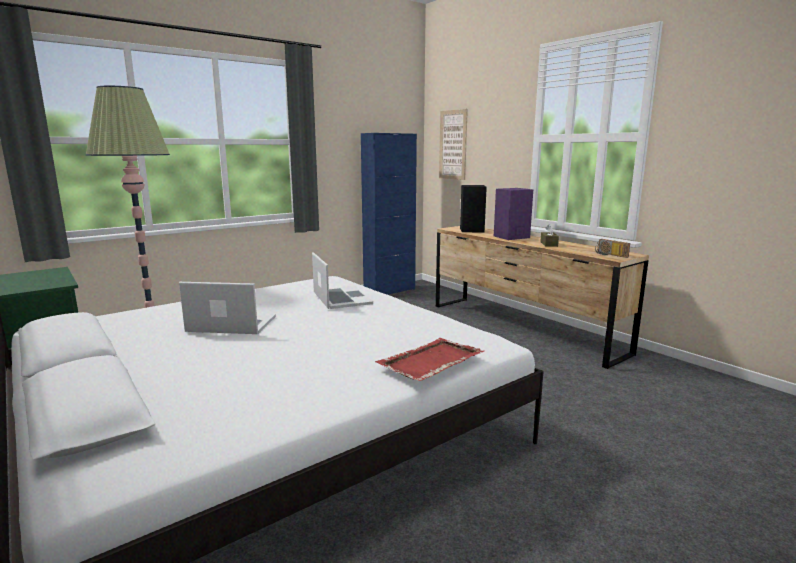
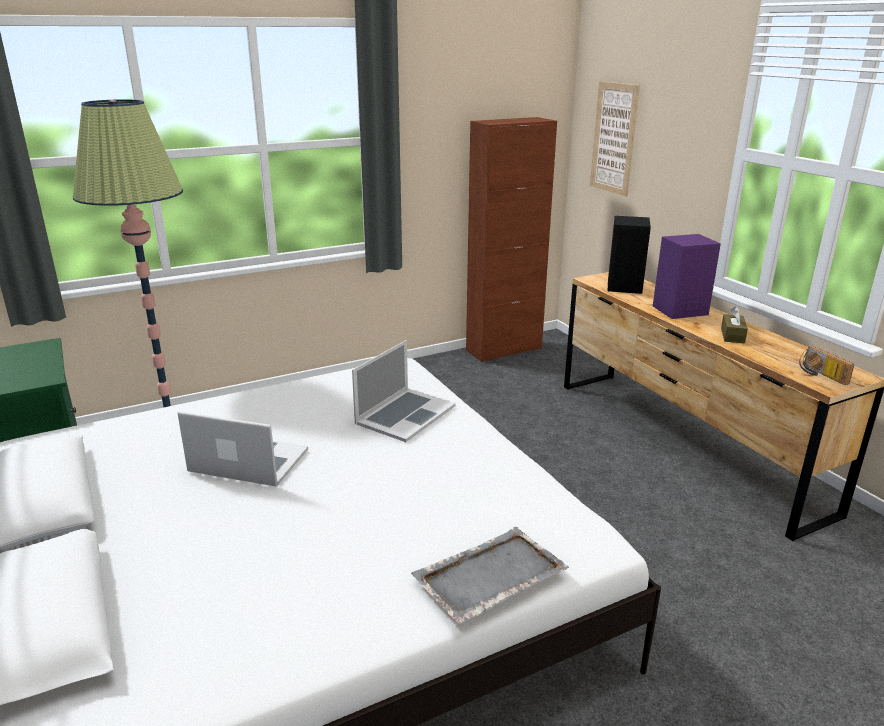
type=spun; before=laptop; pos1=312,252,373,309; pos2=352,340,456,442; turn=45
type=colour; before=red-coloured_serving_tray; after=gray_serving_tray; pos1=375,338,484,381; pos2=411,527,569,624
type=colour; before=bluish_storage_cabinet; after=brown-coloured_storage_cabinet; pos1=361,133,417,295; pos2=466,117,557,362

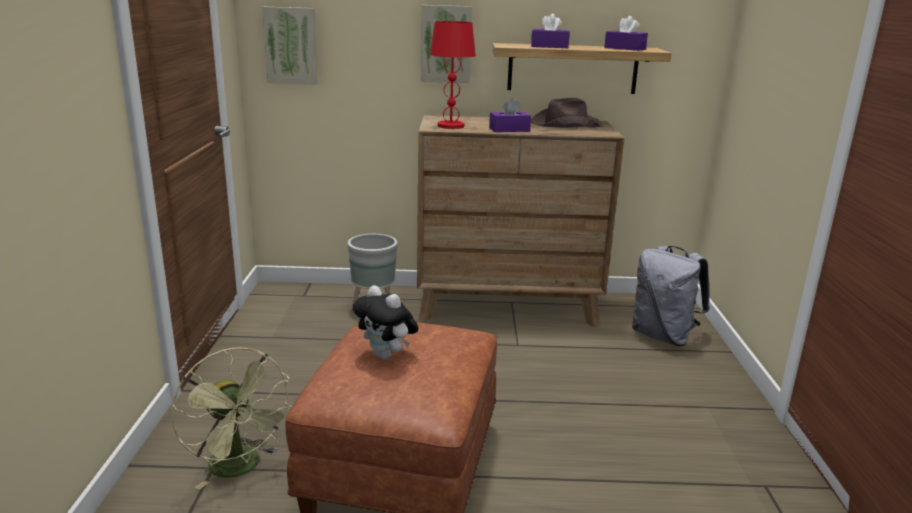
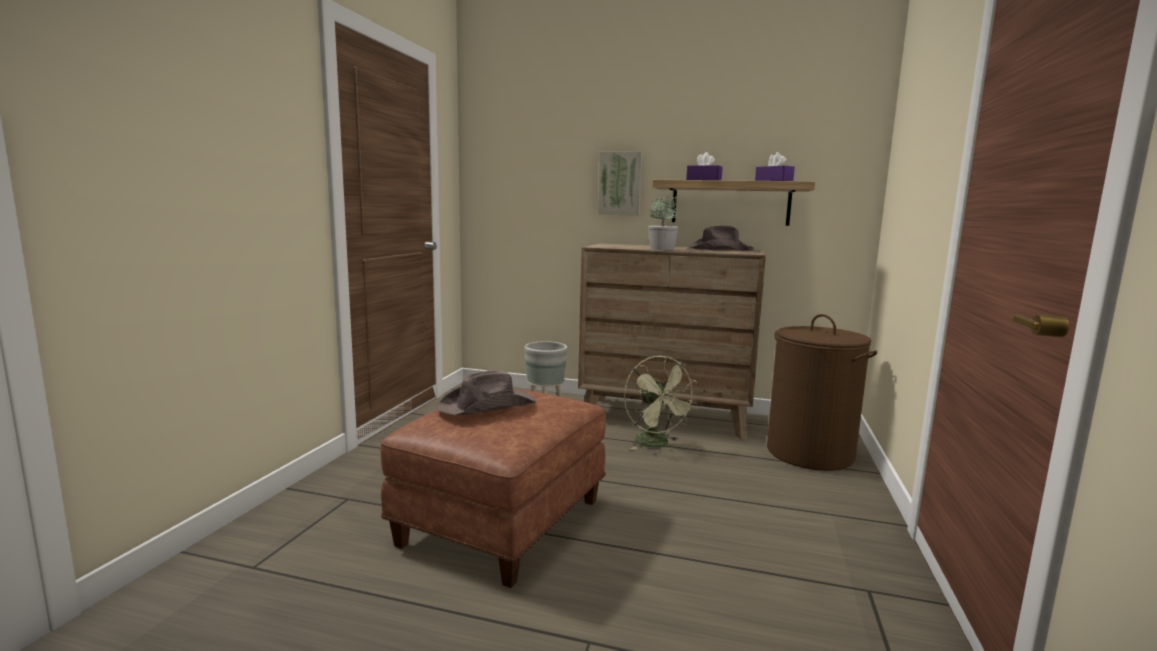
type=exchanged; before=plush_toy; after=brown-coloured_clothing_hat; pos1=353,285,418,360; pos2=436,370,536,415
type=relocated; before=greenish_electric_fan; pos1=171,347,292,490; pos2=624,355,698,450
type=exchanged; before=purple-coloured_tissue_box; after=houseplant; pos1=489,98,531,132; pos2=649,196,678,250
type=exchanged; before=gray_knapsack; after=brown-coloured_hamper; pos1=632,246,709,346; pos2=767,314,877,471
type=missing; before=picture; pos1=262,7,318,85
type=missing; before=red-coloured_tabletop_lamp; pos1=430,21,476,129

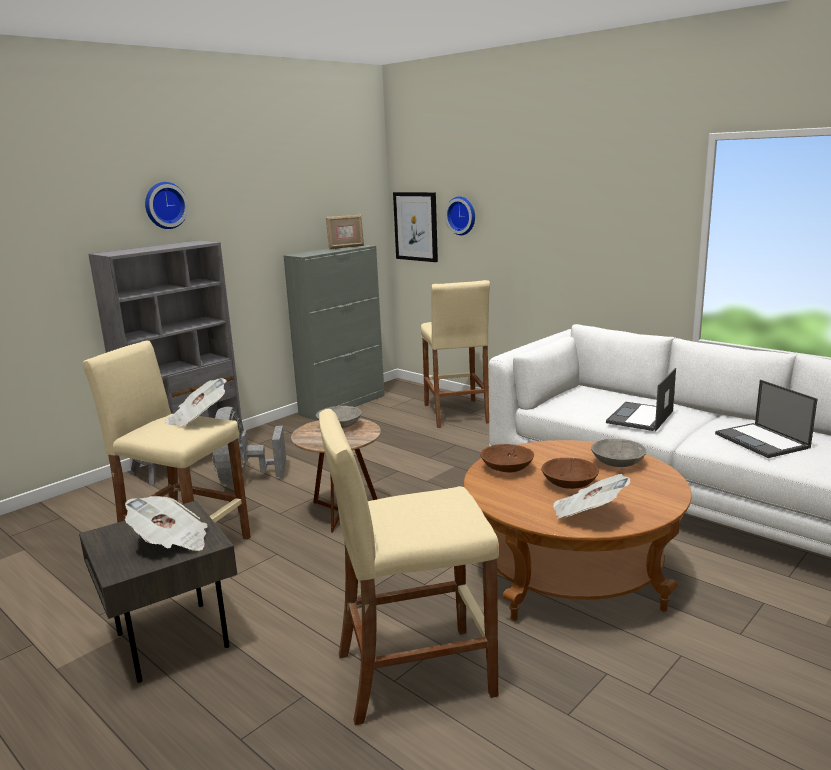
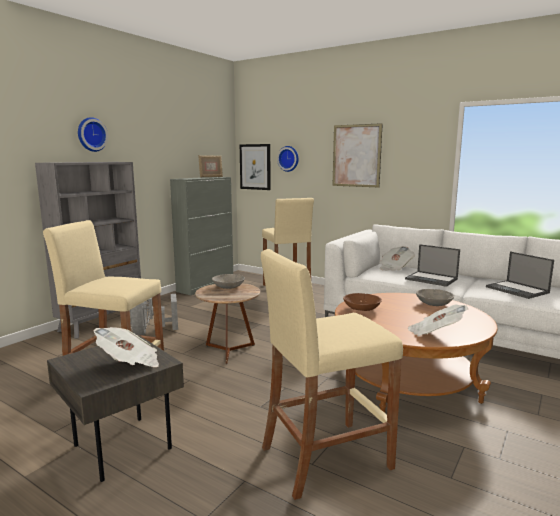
type=appeared; after=picture; pos2=333,123,383,188
type=relocated; before=newspaper; pos1=165,378,227,427; pos2=380,246,415,271
type=spun; before=laptop; pos1=606,368,676,431; pos2=405,244,460,287; turn=-75
type=missing; before=brown-coloured_deep_dish; pos1=541,458,599,489

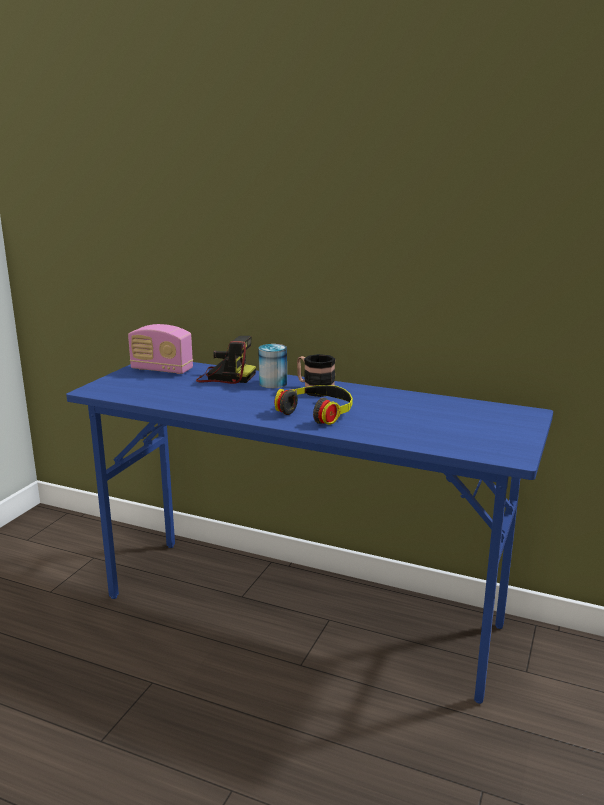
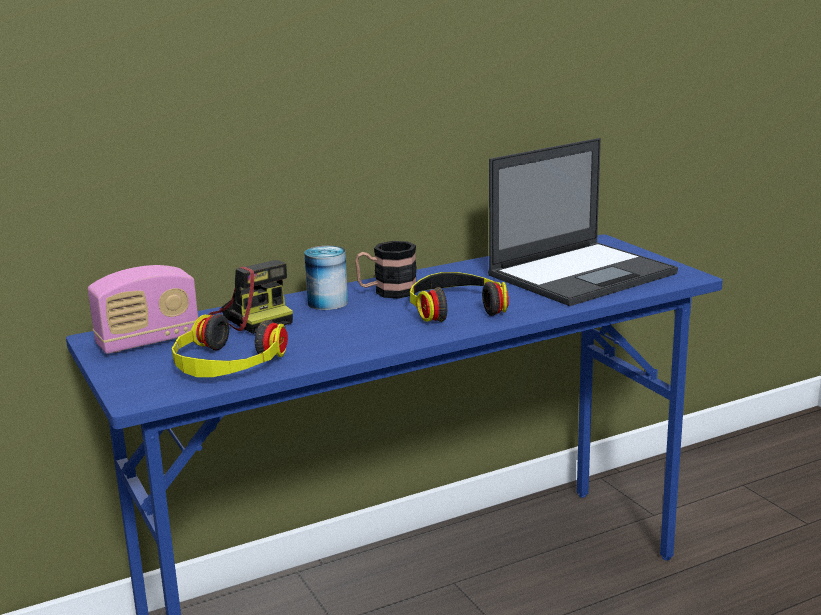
type=appeared; after=headset; pos2=172,314,288,377
type=spun; before=still_camera; pos1=196,336,256,384; pos2=209,260,293,334; turn=90
type=appeared; after=laptop; pos2=488,138,678,306

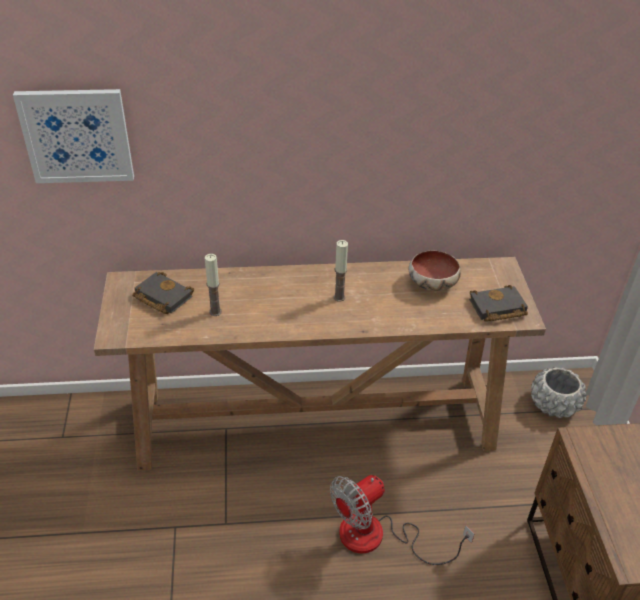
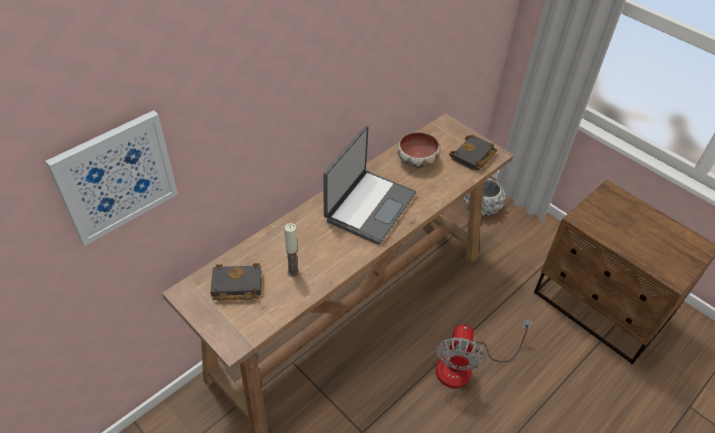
type=exchanged; before=wax_candle; after=laptop; pos1=333,240,348,302; pos2=323,126,416,245

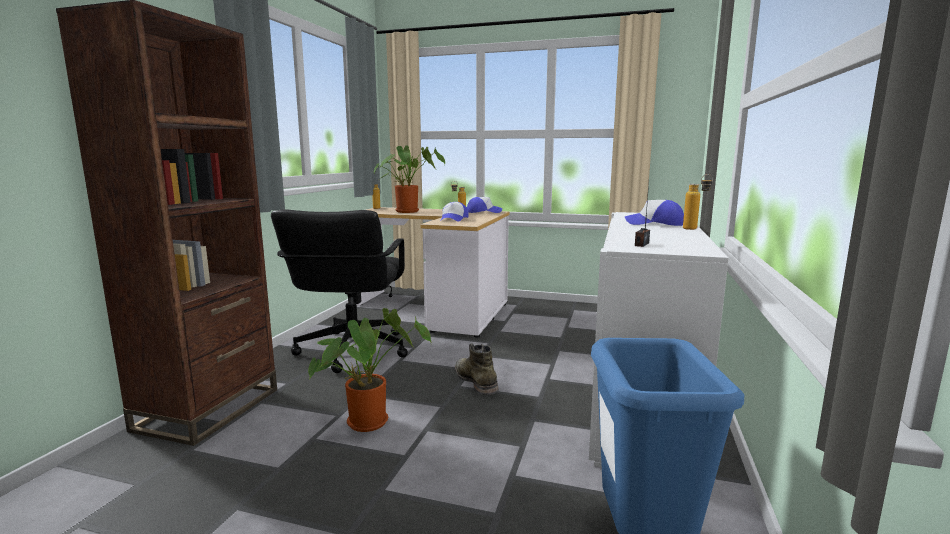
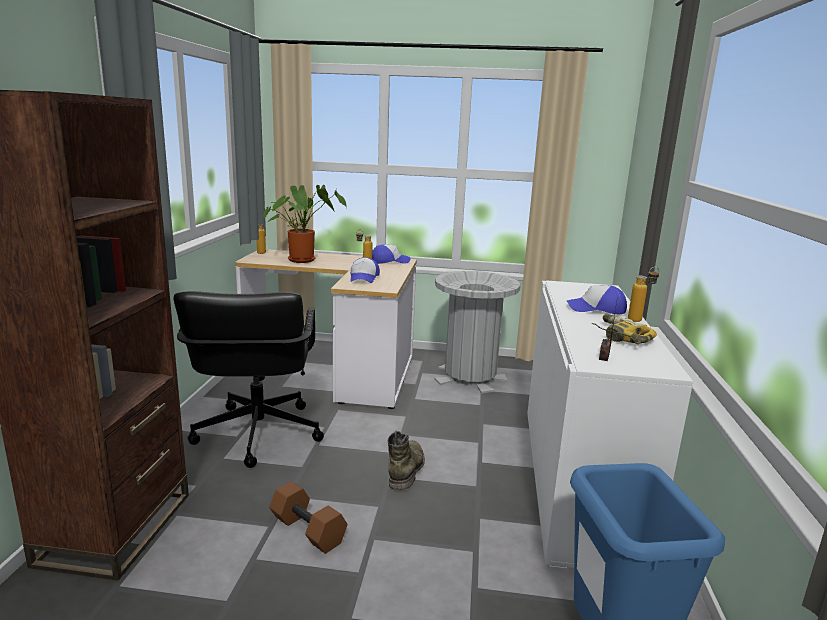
type=exchanged; before=houseplant; after=brown-coloured_hand_weight; pos1=308,308,431,432; pos2=269,481,347,554
type=spun; before=greenish_high-top_boot; pos1=455,343,499,395; pos2=387,431,425,490; turn=45
type=appeared; after=gray_rubbish_bin; pos2=434,271,521,394
type=appeared; after=drill; pos2=592,314,657,344

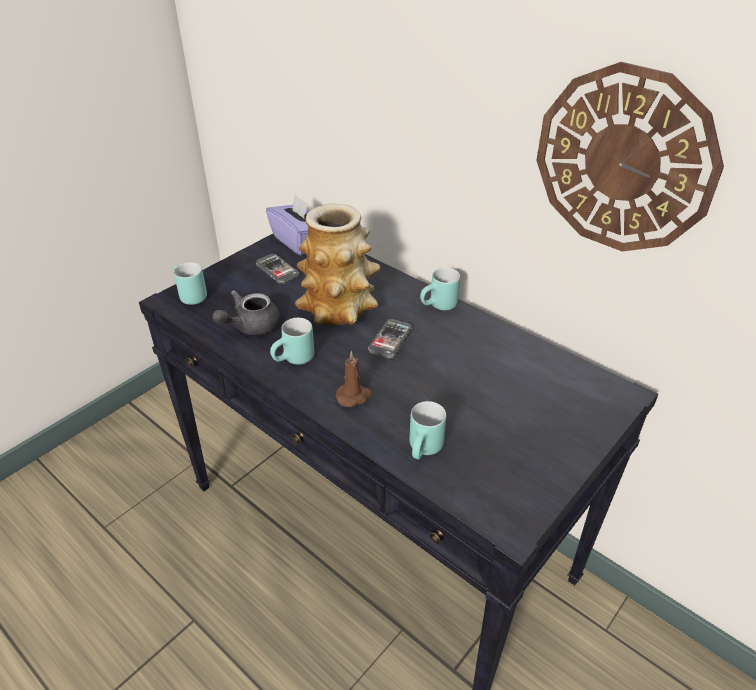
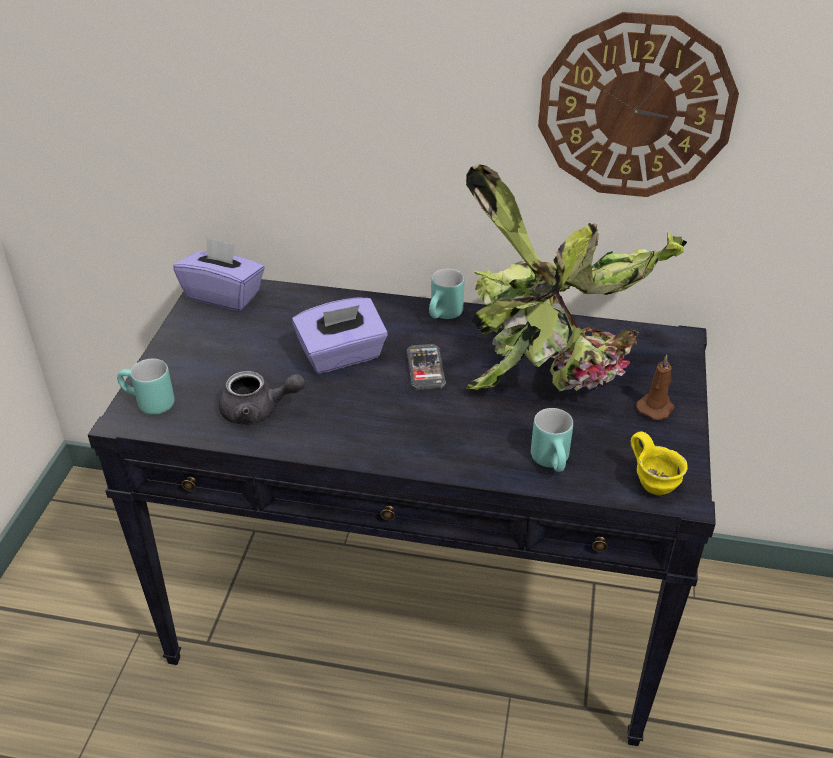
type=spun; before=gray_pot_for_tea; pos1=212,290,280,335; pos2=219,371,305,425; turn=-105
type=exchanged; before=vase; after=purple-coloured_tissue_box; pos1=295,204,380,325; pos2=292,297,388,374
type=appeared; after=houseplant; pos2=466,164,687,392
type=appeared; after=yellow-coloured_mug; pos2=631,431,688,495
type=relocated; before=brown-coloured_wax_candle; pos1=335,351,372,407; pos2=636,355,675,420
type=missing; before=handset; pos1=256,254,299,284
type=missing; before=turquoise-coloured_mug; pos1=270,318,314,365

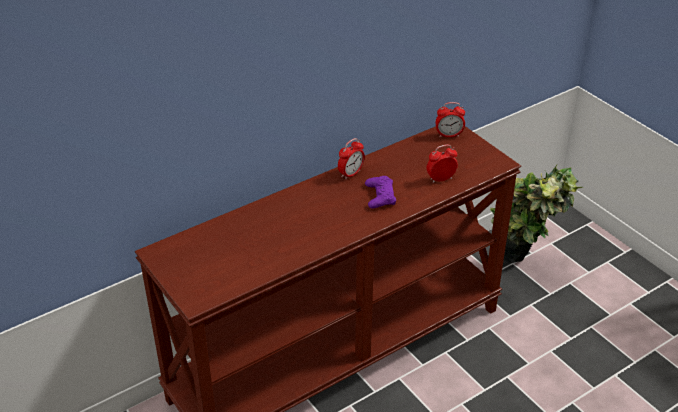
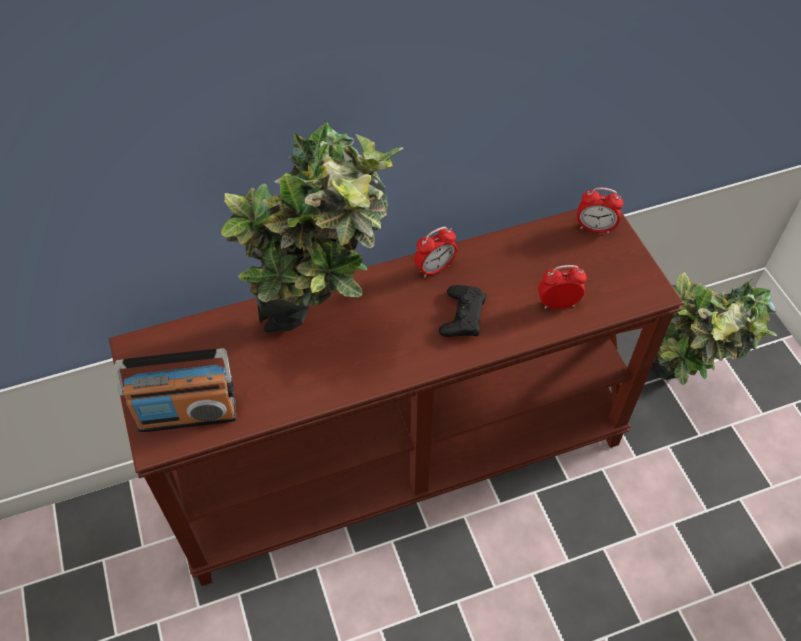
type=appeared; after=radio_receiver; pos2=114,348,236,432
type=appeared; after=houseplant; pos2=221,122,404,333
type=colour; before=purple-coloured_game_controller; after=black-coloured_game_controller; pos1=365,176,396,208; pos2=439,285,486,337

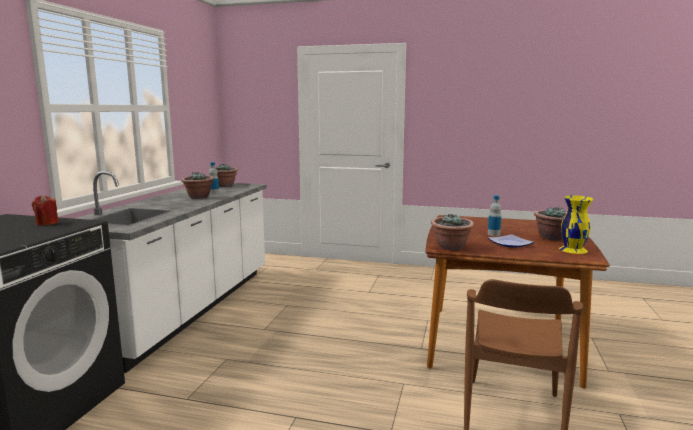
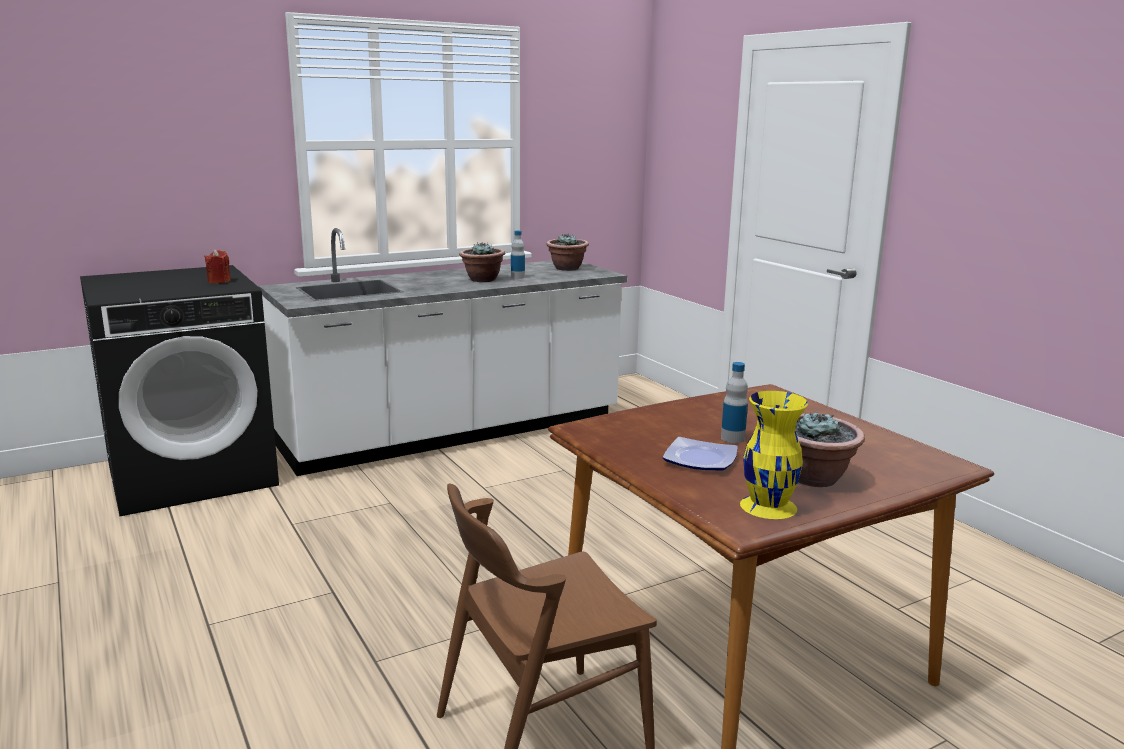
type=missing; before=houseplant; pos1=431,213,474,250

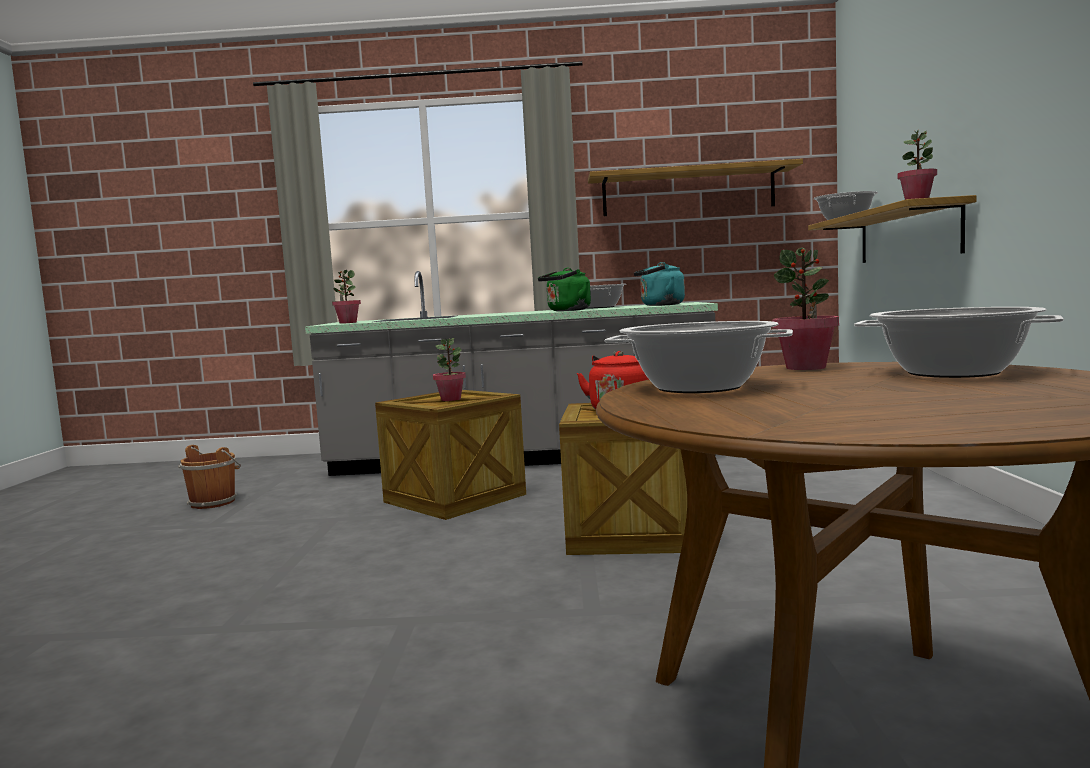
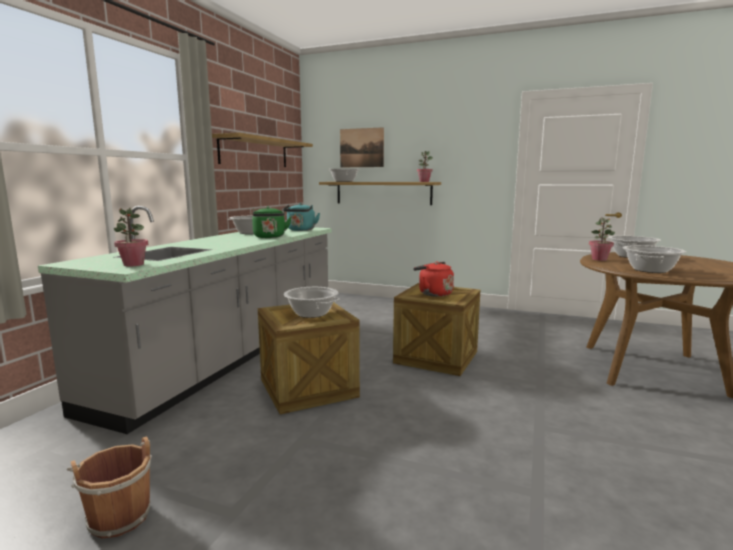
type=exchanged; before=houseplant; after=saucepot; pos1=433,338,466,401; pos2=284,287,340,318
type=appeared; after=picture; pos2=340,127,384,167

